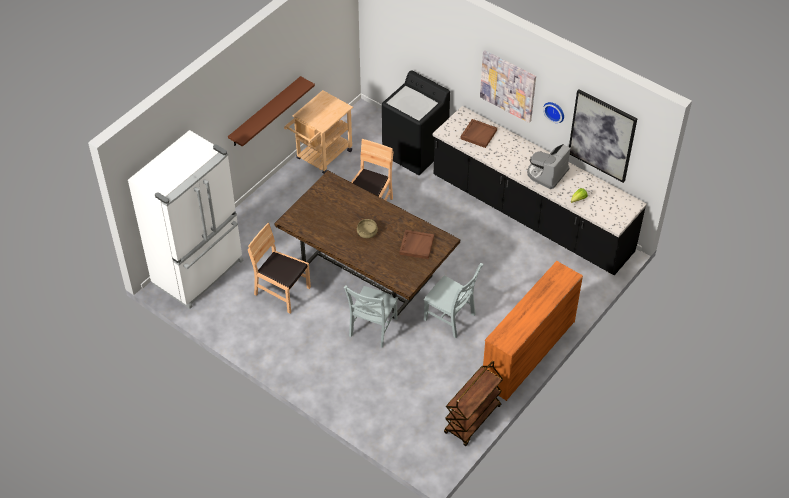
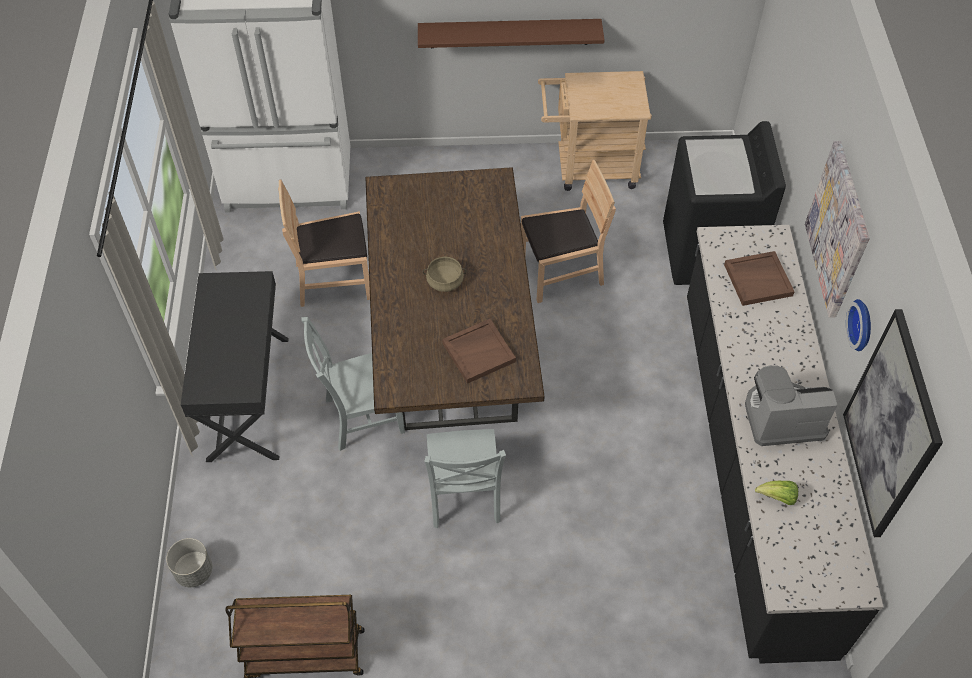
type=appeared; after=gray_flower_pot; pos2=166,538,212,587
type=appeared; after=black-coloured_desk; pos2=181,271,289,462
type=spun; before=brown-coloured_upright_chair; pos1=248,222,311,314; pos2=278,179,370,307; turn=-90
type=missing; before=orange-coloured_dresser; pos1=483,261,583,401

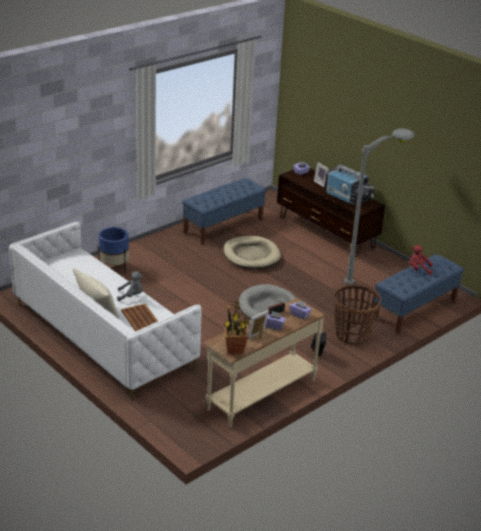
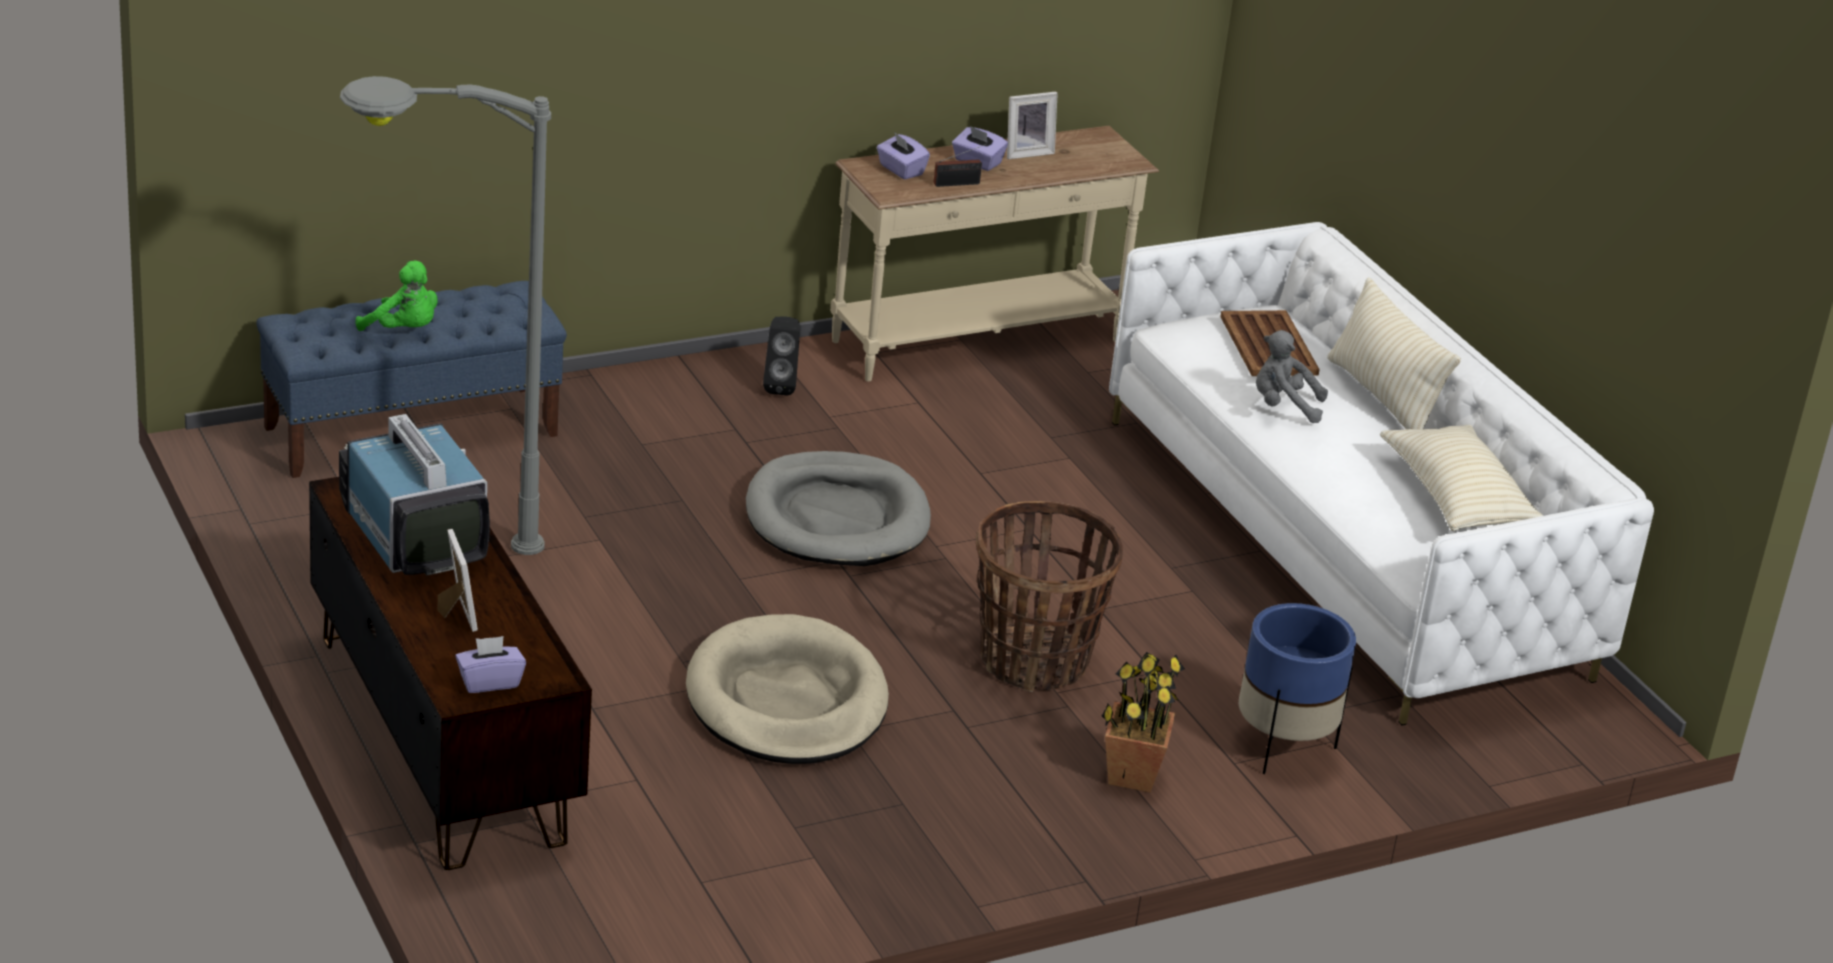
type=colour; before=red-coloured_plush_toy; after=greenish_plush_toy; pos1=409,245,433,275; pos2=355,260,438,331
type=relocated; before=storage_basket; pos1=334,285,381,345; pos2=976,501,1123,692
type=relocated; before=houseplant; pos1=223,300,250,354; pos2=1102,652,1185,792
type=appeared; after=beige-coloured_cushion; pos2=1380,425,1543,532
type=missing; before=bluish_indoor_bench; pos1=182,178,266,245

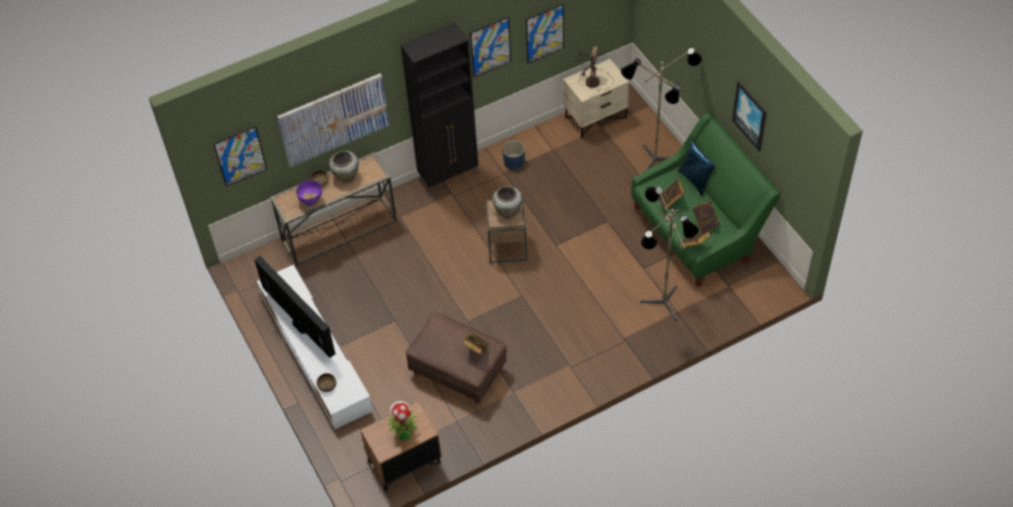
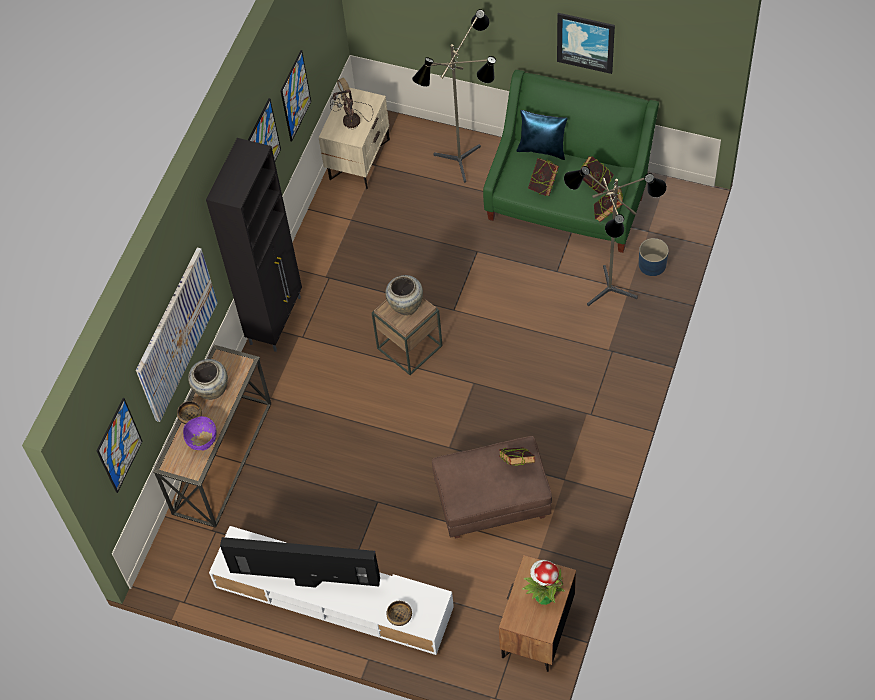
type=relocated; before=bluish_flower_pot; pos1=502,140,525,170; pos2=639,238,669,276

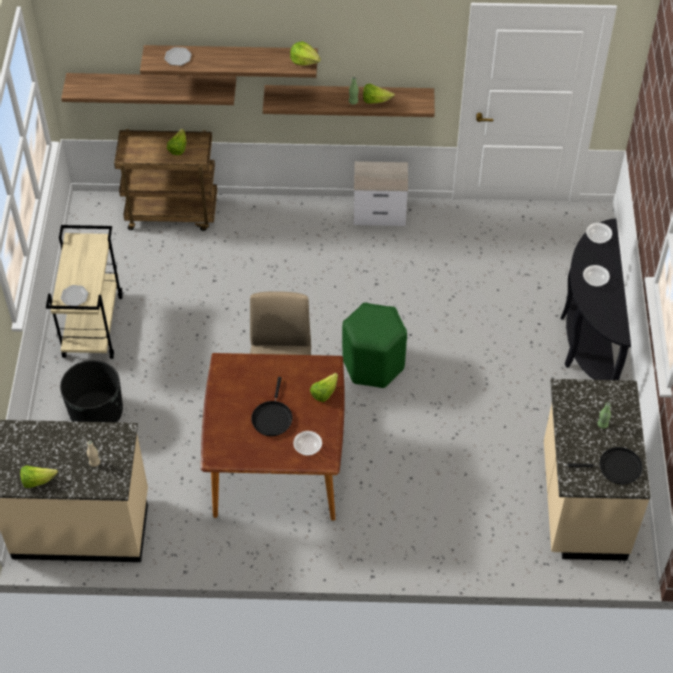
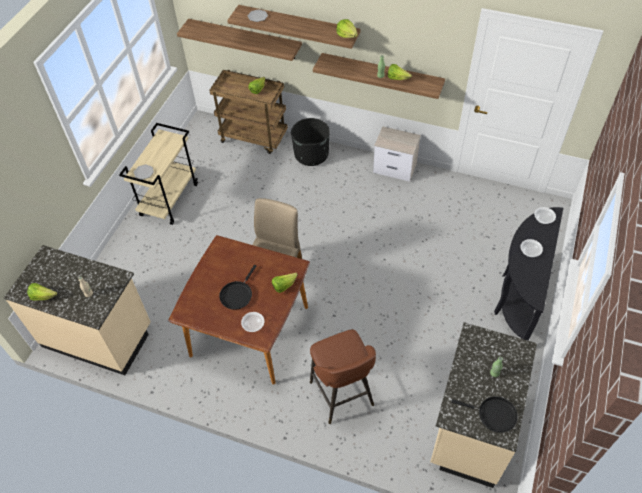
type=relocated; before=black-coloured_flower_pot; pos1=60,360,123,423; pos2=291,118,330,166
type=appeared; after=brown-coloured_sitting_stool; pos2=310,330,376,424
type=missing; before=greenish_sitting_stool; pos1=342,302,407,388

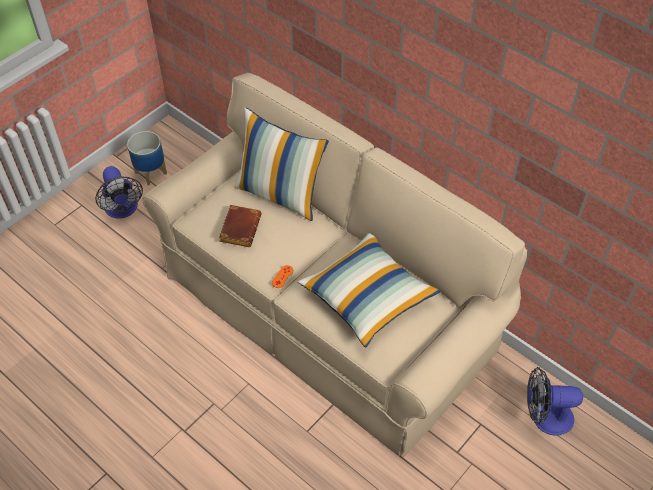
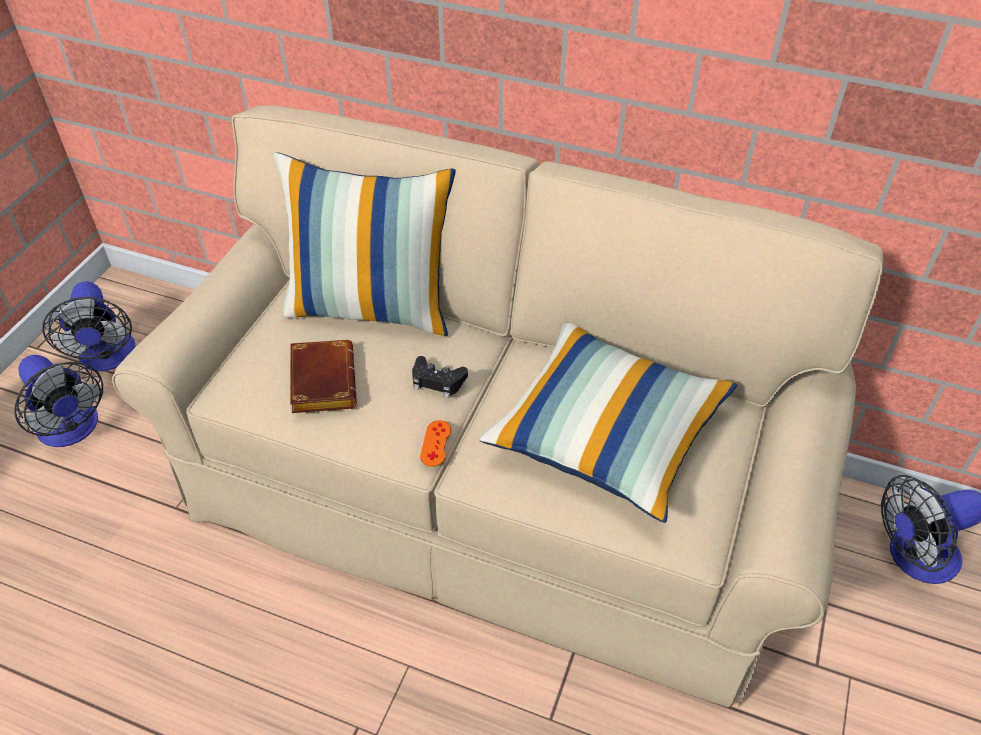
type=exchanged; before=flower_pot; after=electric_fan; pos1=127,131,167,185; pos2=42,281,136,371
type=appeared; after=black-coloured_game_controller; pos2=412,356,468,398

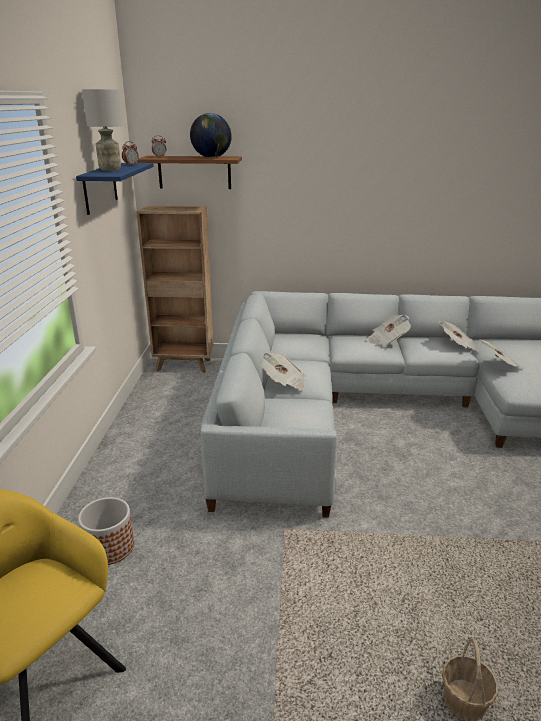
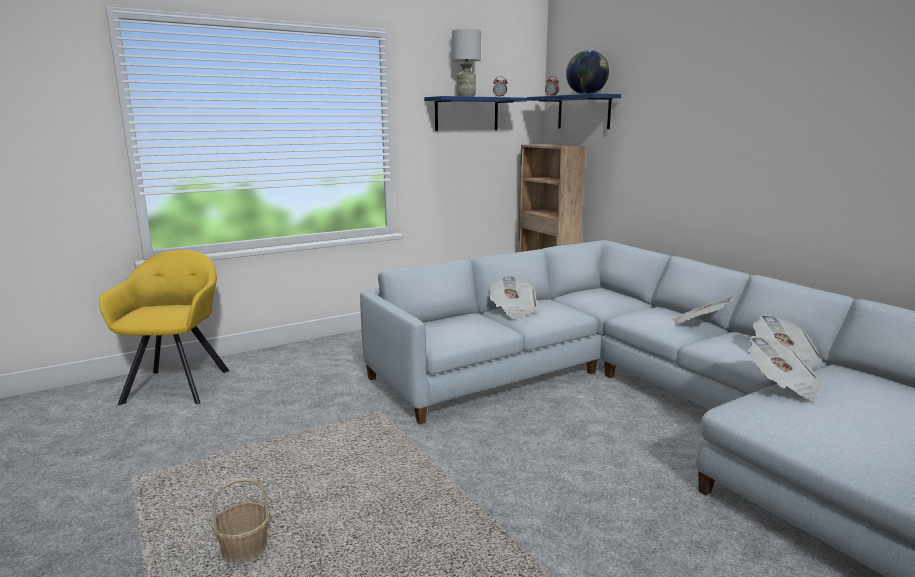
type=colour; before=brown-coloured_wall_shelf; after=bluish_wall_shelf; pos1=136,156,242,189; pos2=527,93,621,129
type=missing; before=flower_pot; pos1=78,497,134,565

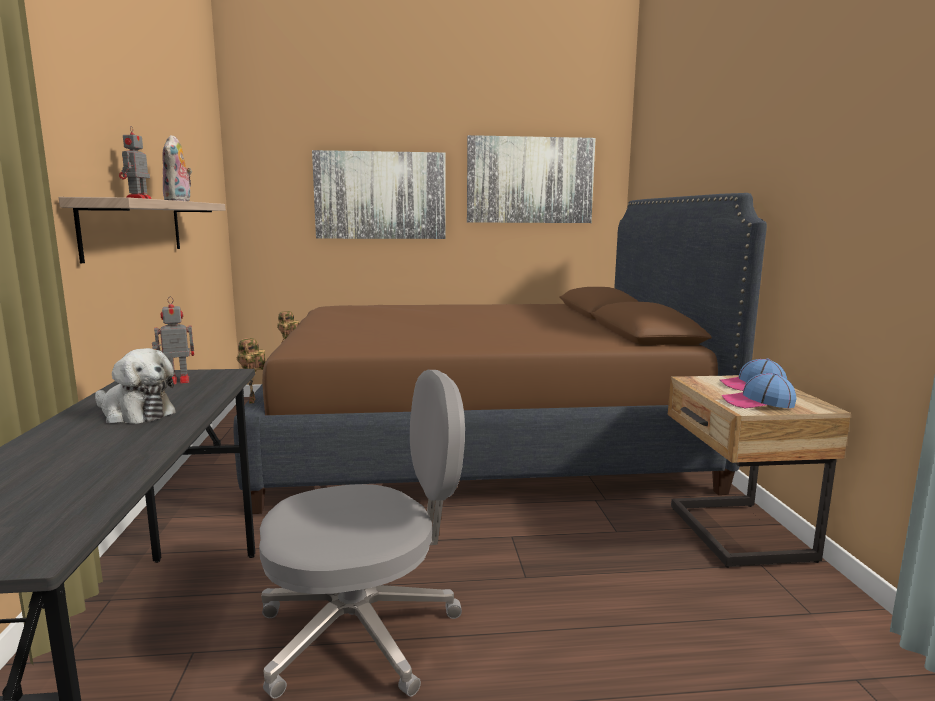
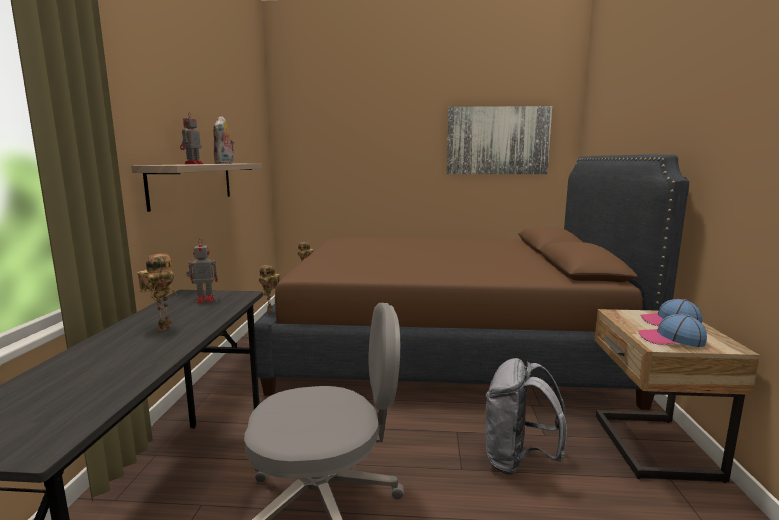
type=exchanged; before=plush_toy; after=toy_robot; pos1=95,348,176,424; pos2=137,253,177,331
type=appeared; after=gray_knapsack; pos2=486,358,567,475
type=missing; before=picture; pos1=312,150,446,239

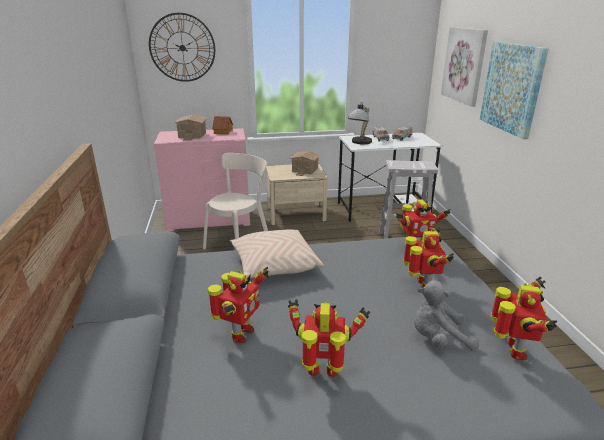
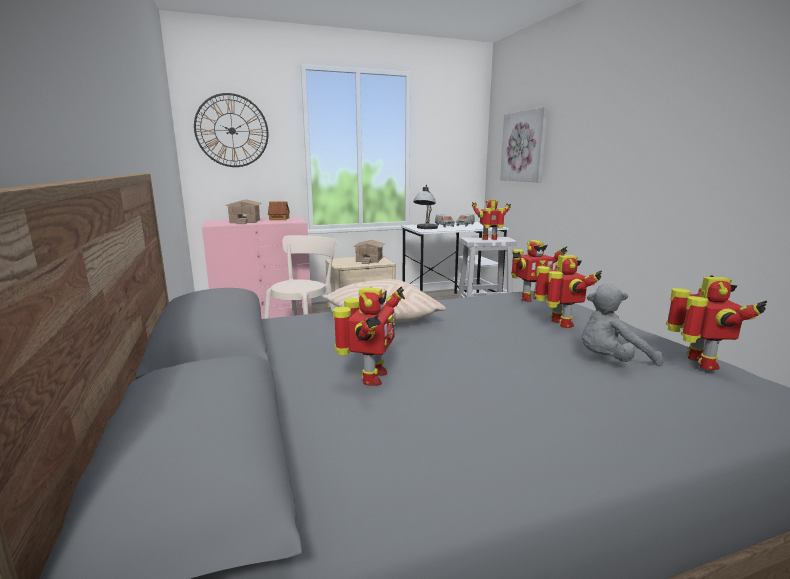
type=relocated; before=toy_robot; pos1=288,300,370,377; pos2=472,199,511,240
type=missing; before=picture; pos1=480,41,549,139

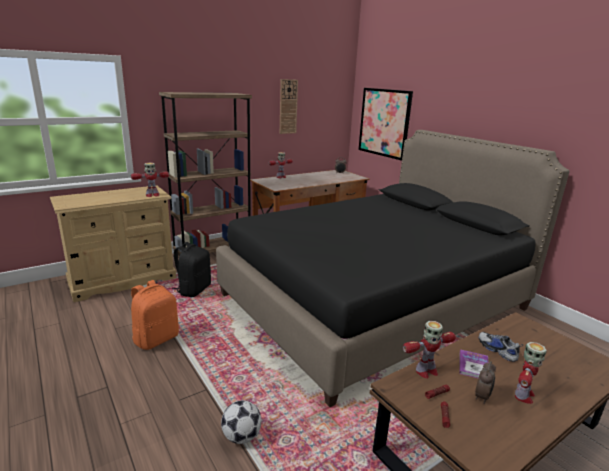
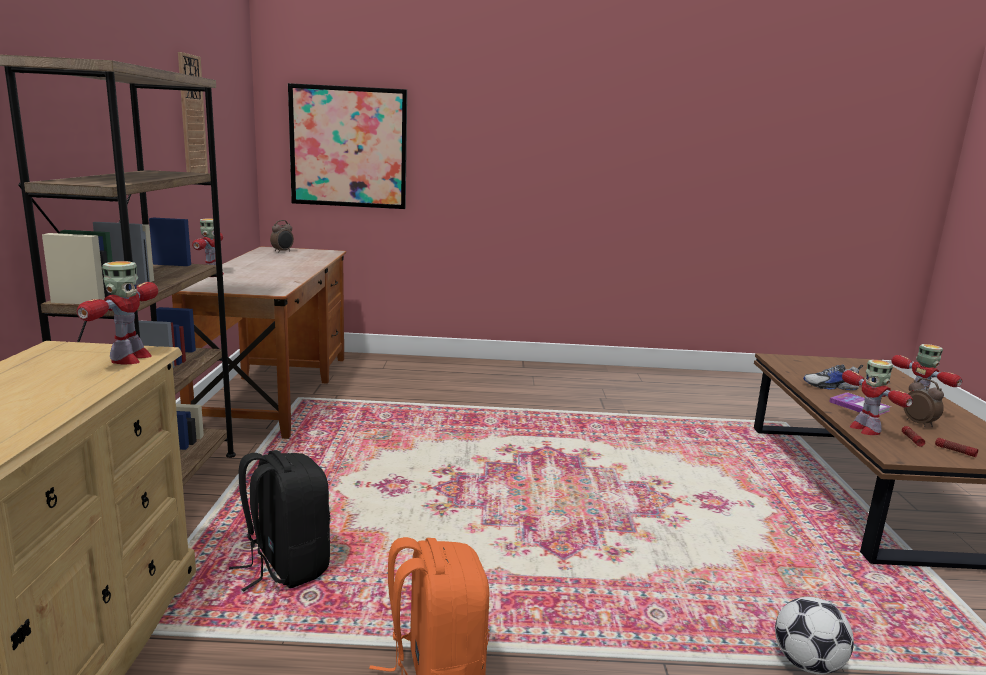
type=spun; before=toy_robot; pos1=403,321,456,379; pos2=842,360,913,435; turn=150
type=missing; before=black-coloured_sleeping_bed; pos1=216,130,570,407

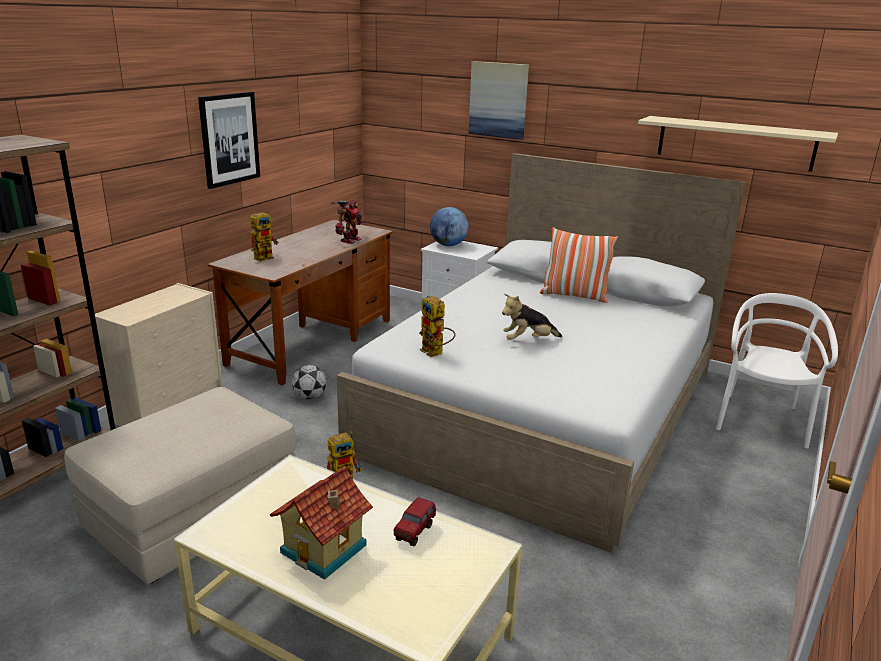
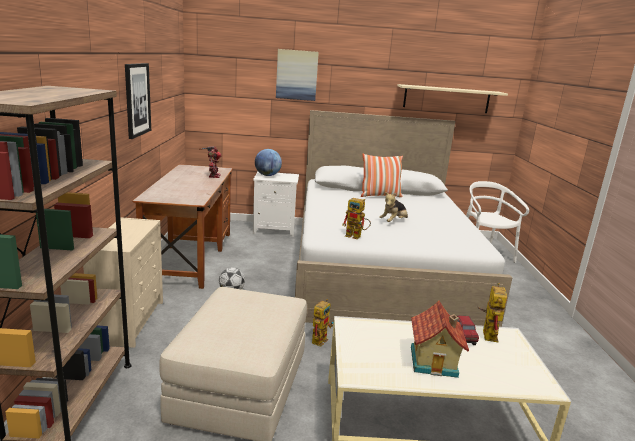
type=relocated; before=toy_robot; pos1=250,210,278,262; pos2=477,283,507,342

